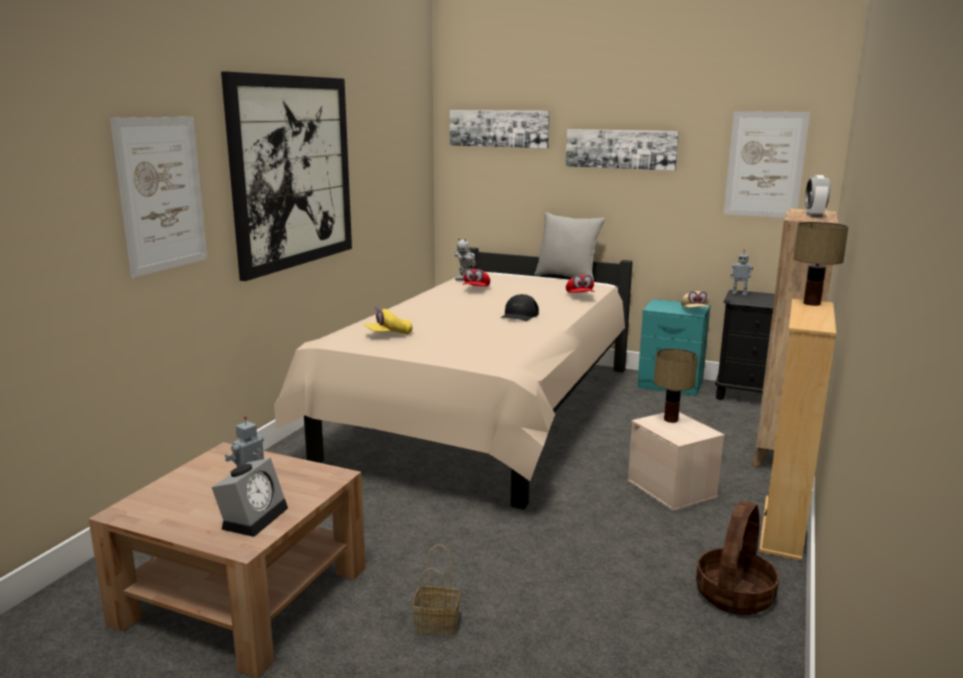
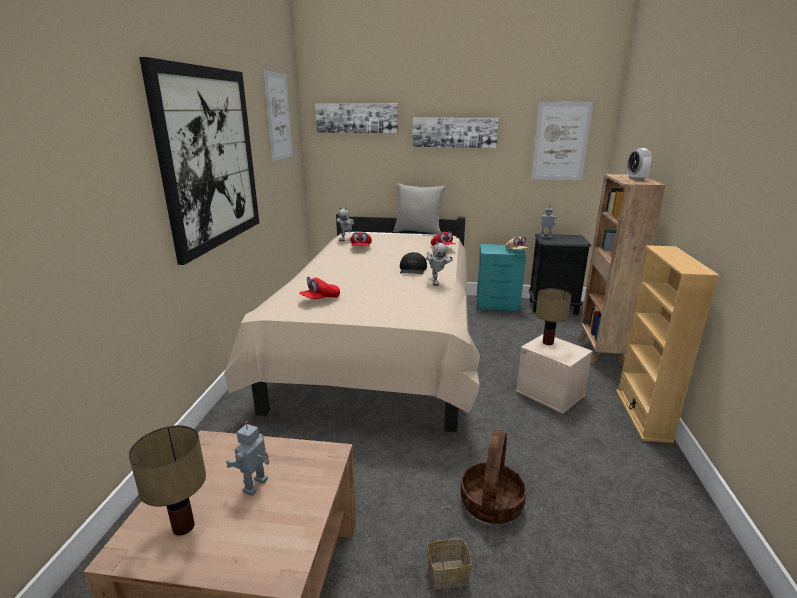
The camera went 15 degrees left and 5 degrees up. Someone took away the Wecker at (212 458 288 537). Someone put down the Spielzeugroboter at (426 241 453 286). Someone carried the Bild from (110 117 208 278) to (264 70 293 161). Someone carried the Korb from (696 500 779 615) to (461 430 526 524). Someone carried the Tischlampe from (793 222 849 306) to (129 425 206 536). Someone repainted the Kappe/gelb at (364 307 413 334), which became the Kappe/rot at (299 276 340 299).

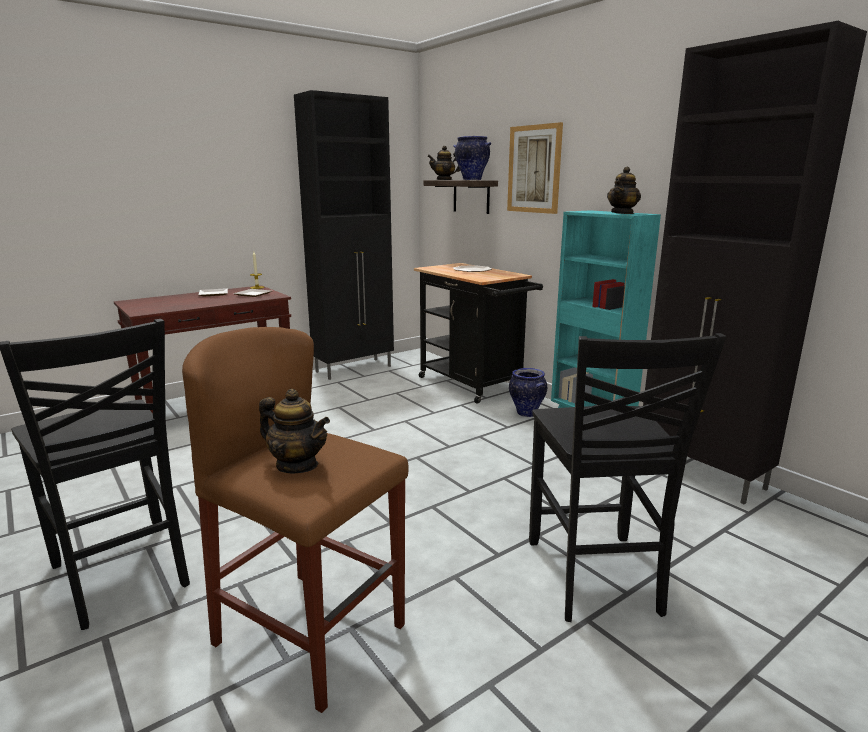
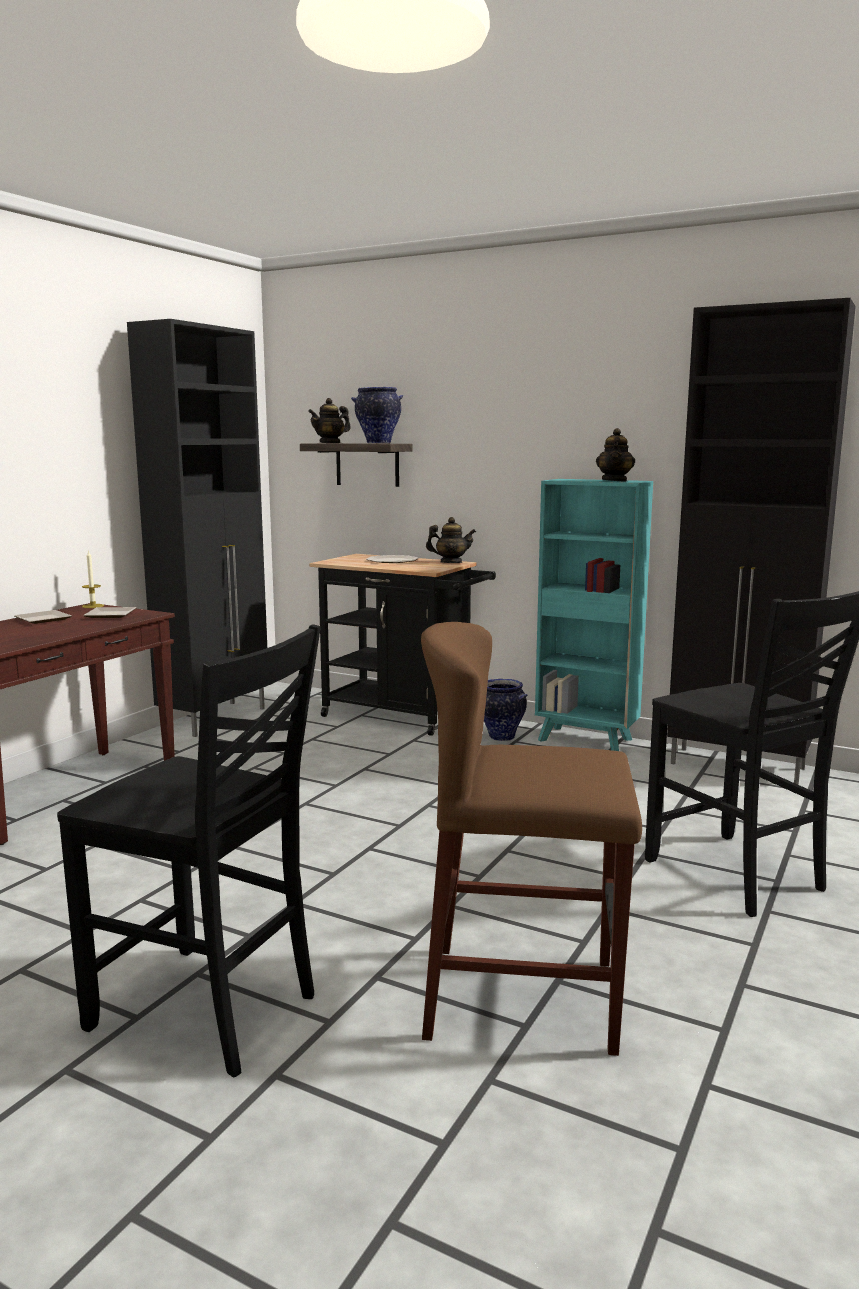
The camera went 25 degrees left and 5 degrees down. Someone took away the Bild at (507 122 563 214). Someone carried the Teekanne from (259 389 330 473) to (426 517 476 563).

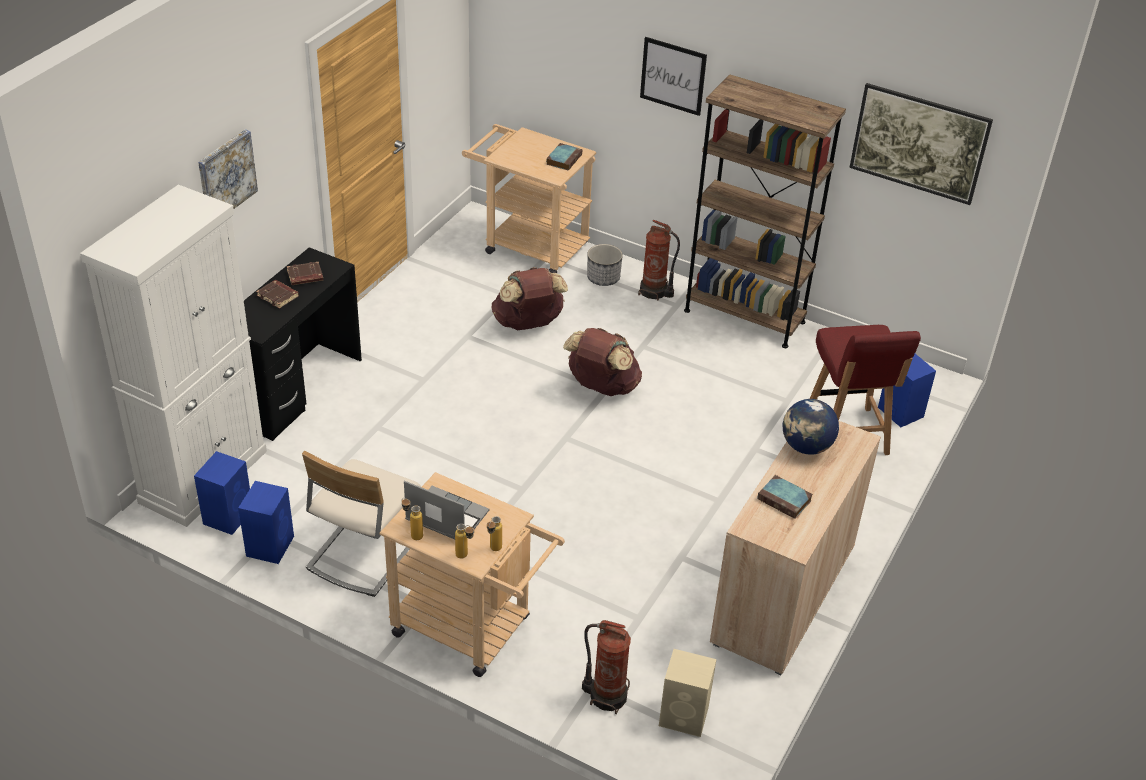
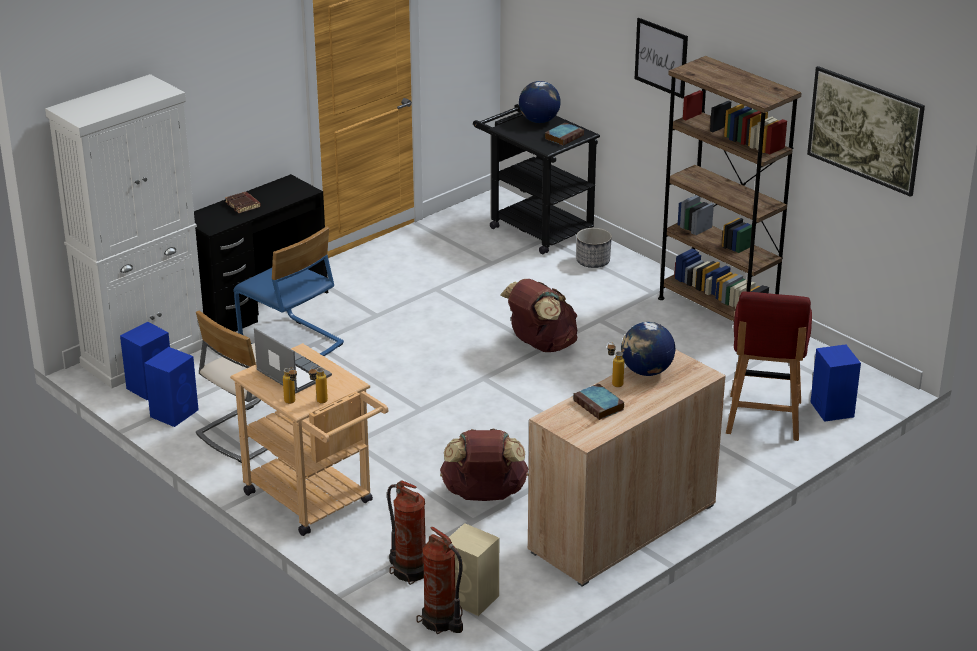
The camera went 20 degrees right and 10 degrees down. Someone took away the Bild at (198 129 258 209). Someone took away the Buch/braun at (287 262 323 285). Someone put down the Stuhl/blau at (233 226 344 356). Someone put down the Globus at (519 81 561 123). Someone carried the Flasche from (402 498 423 540) to (607 342 624 387). Someone carried the Rucksack/braun from (492 267 568 330) to (440 429 529 501). Someone carried the Feuerlöscher from (638 220 680 301) to (416 527 463 634). Someone repainted the Rollwagen/beige at (462 124 596 273), which became the Rollwagen/schwarz at (473 104 600 254).

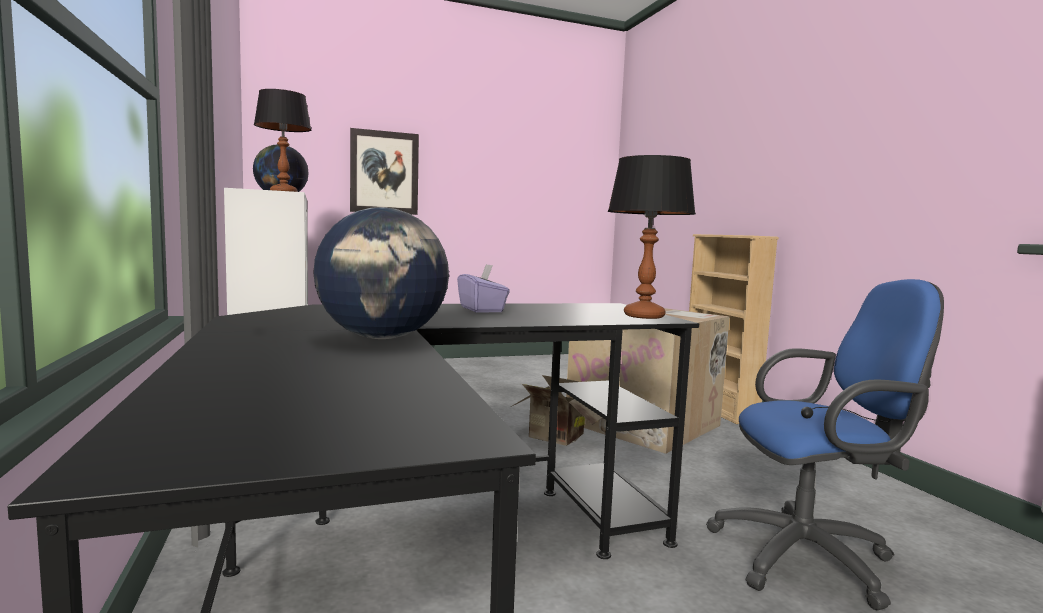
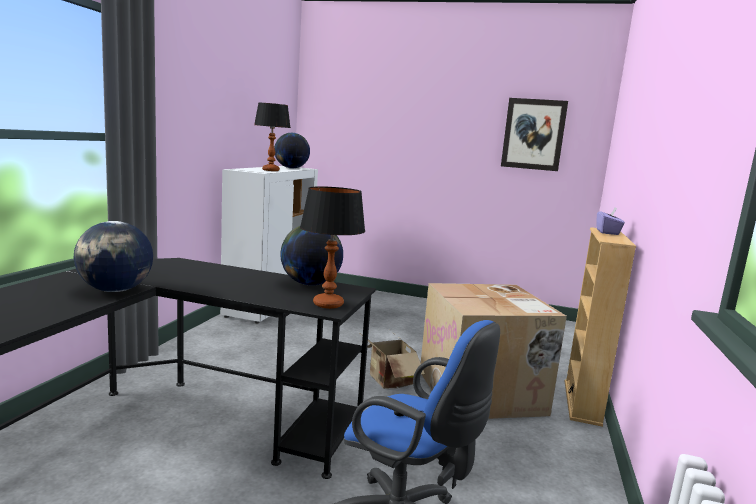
The camera went 35 degrees right and 5 degrees up. Someone put down the Globus at (280 225 343 286). Someone carried the Bild from (350 128 419 215) to (501 98 568 171). Someone carried the Taschentuchbox/lila from (457 264 510 313) to (596 207 625 235).

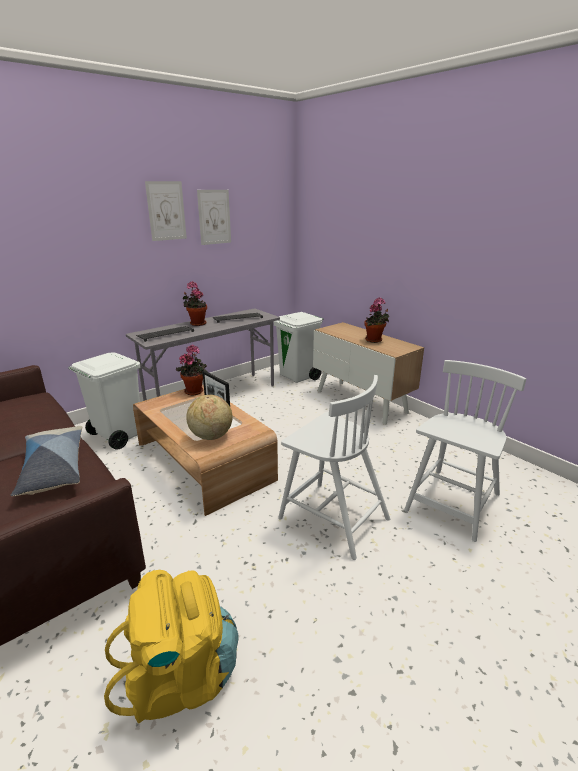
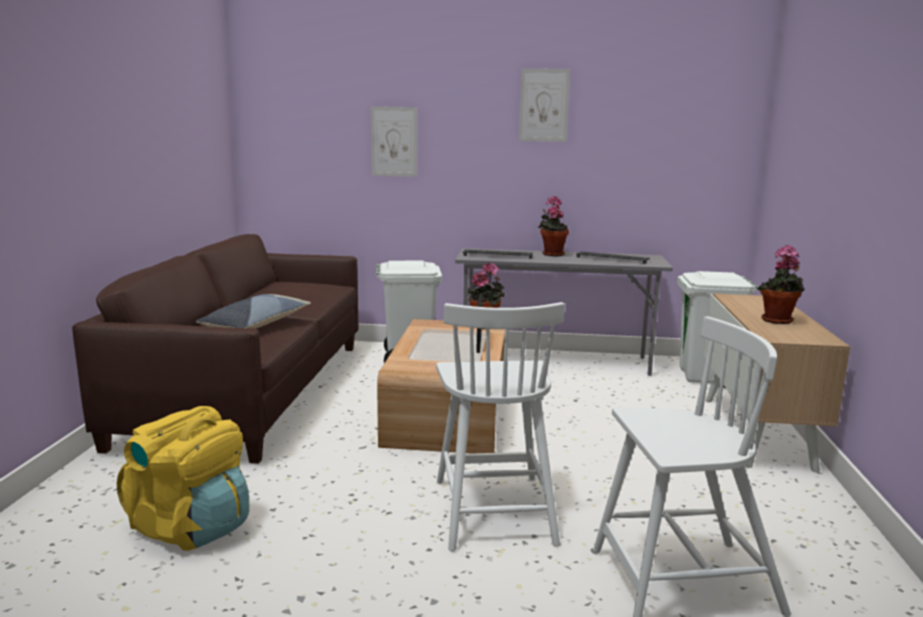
The camera went 45 degrees right and 10 degrees down. Someone took away the Globus at (186 395 233 440). Someone carried the Bild from (197 190 231 245) to (371 107 417 177).

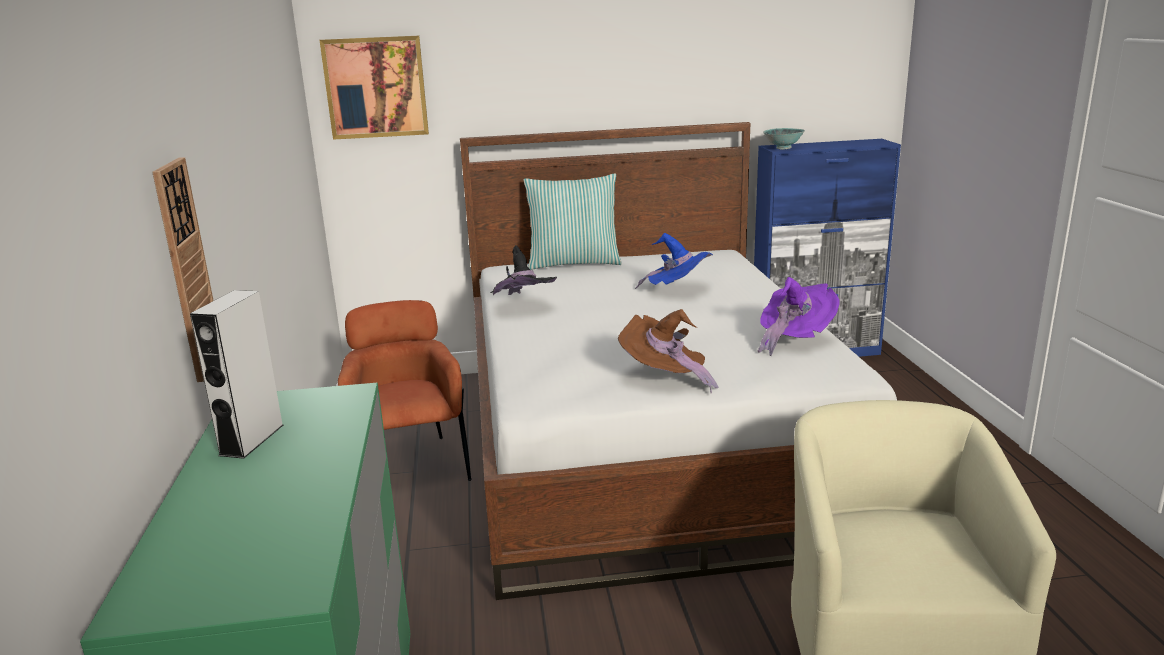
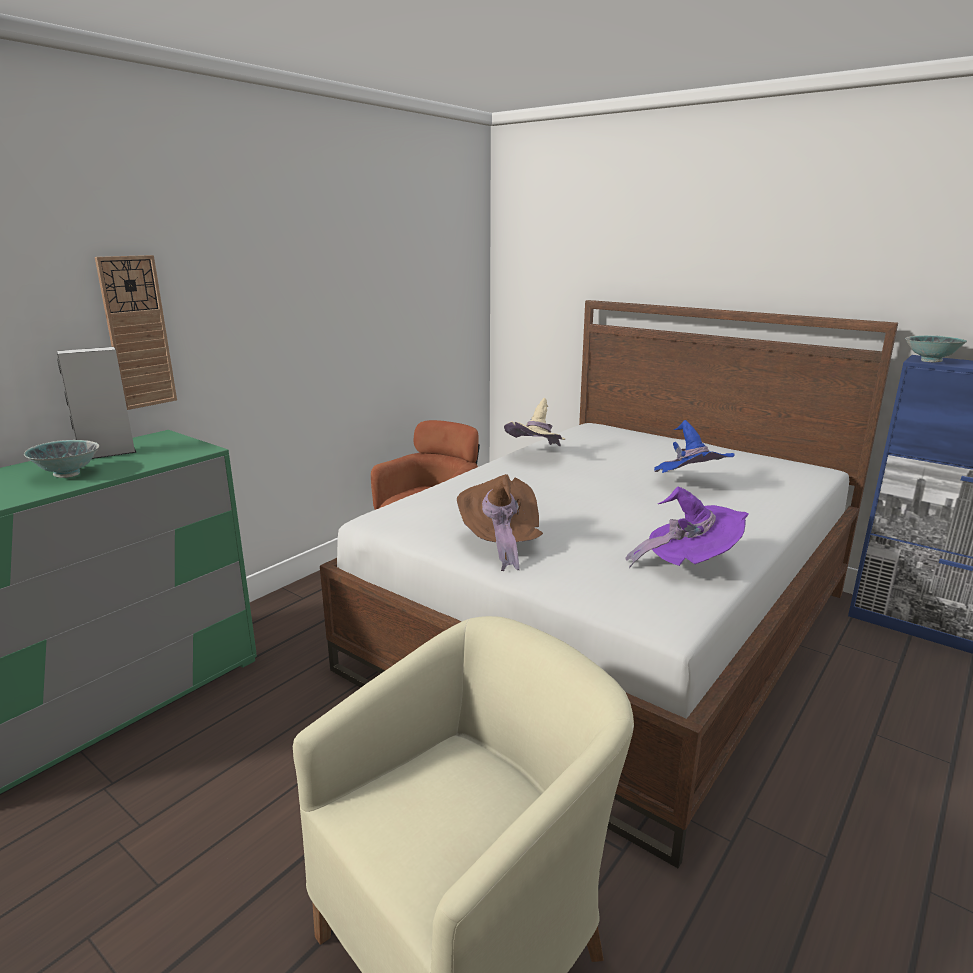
The camera went 45 degrees right and 0 degrees up. Someone took away the Bild at (320 36 429 140). Someone took away the Kissen at (524 173 622 270). Someone put down the Schüssel at (24 440 99 478). Someone repainted the Hut/schwarz at (491 245 557 295), which became the Hut/beige at (504 398 565 446).

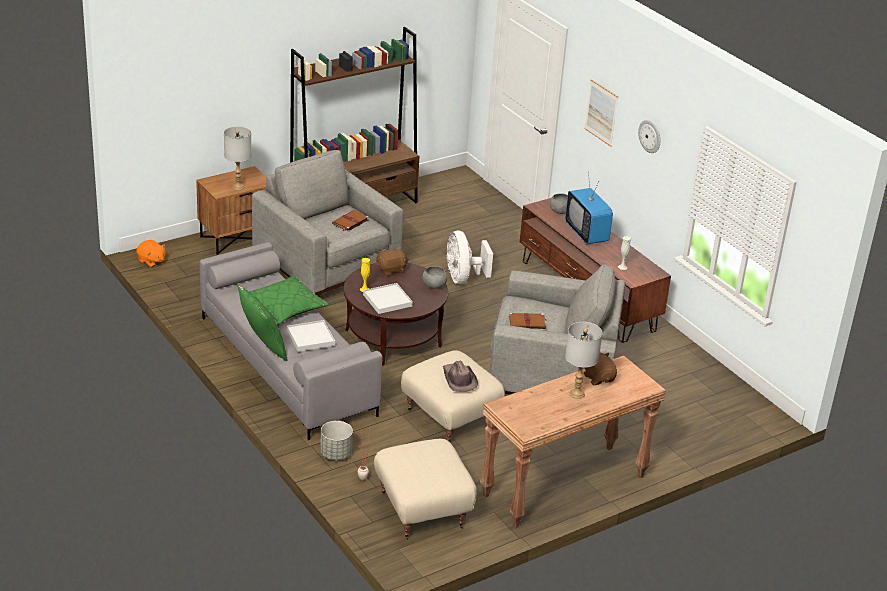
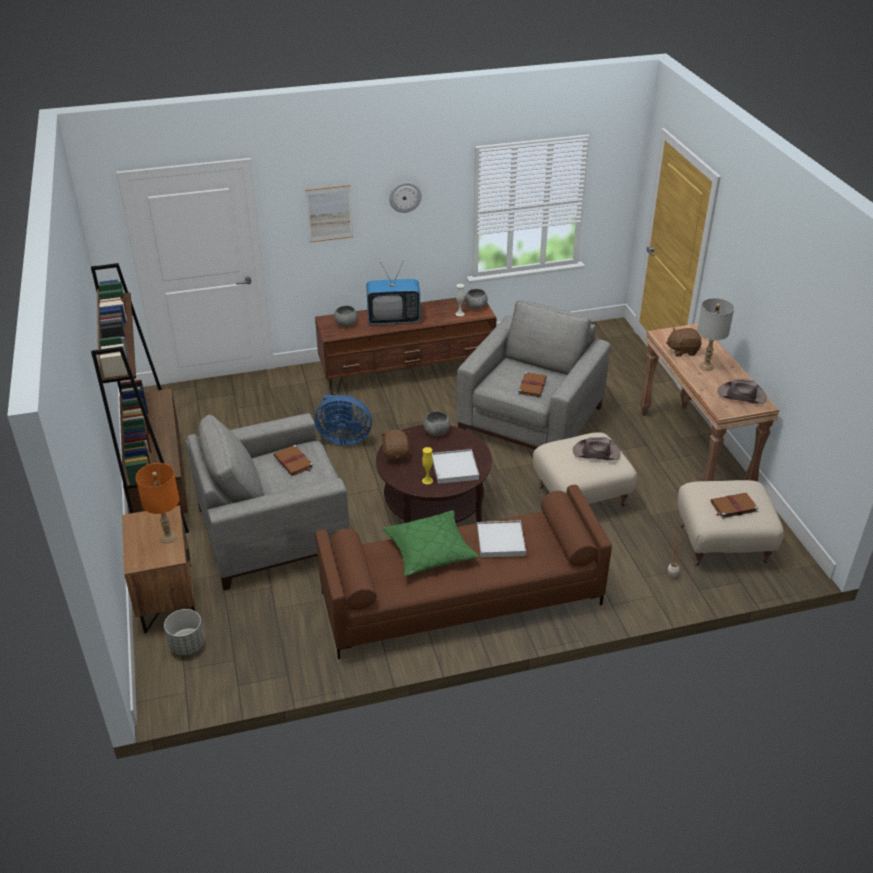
The camera went 70 degrees left and 5 degrees up. Someone took away the Plüschtier/orange at (136 240 166 267). Someone took away the Kissen/grün at (237 284 288 361). Someone put down the Schüssel/grau at (465 289 488 309). Someone put down the Buch/braun at (711 493 758 519). Someone put down the Hut/braun at (717 379 767 404). Someone carried the Pflanzkübel/grau from (320 421 353 460) to (164 609 205 656). Someone repainted the Sofa/grau at (200 242 383 440), which became the Sofa/braun at (315 485 612 659). Someone repainted the Tischlampe/grau at (224 126 251 190), which became the Tischlampe/orange at (136 463 179 543). Someone repainted the Ventilator/weiß at (446 231 493 284), which became the Ventilator/blau at (315 395 372 445).

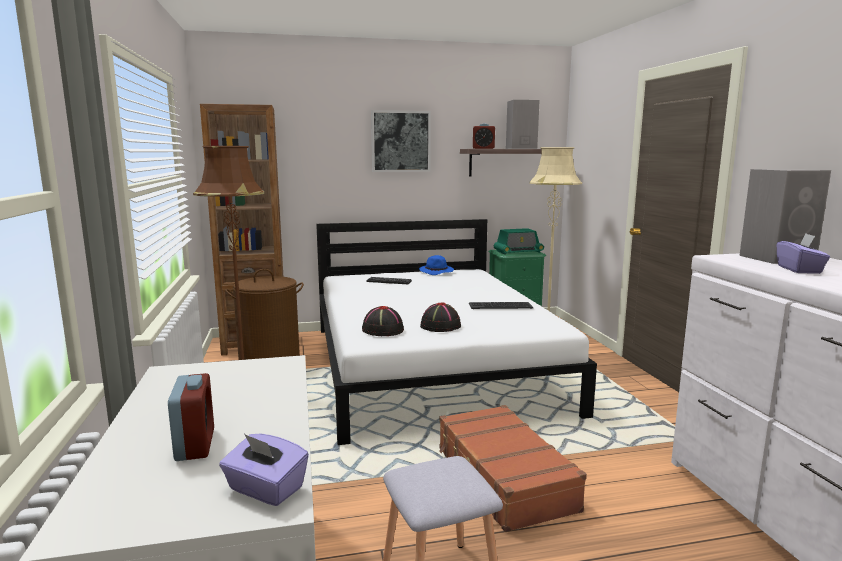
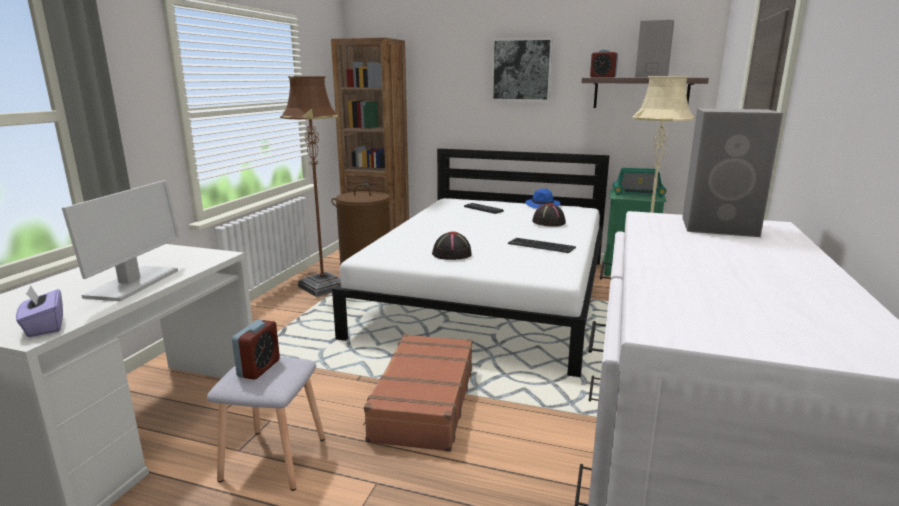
The camera went 30 degrees right and 5 degrees up. Someone took away the Taschentuchbox/lila at (777 234 830 274). Someone put down the Monitor at (62 180 180 301). Someone carried the Wecker from (168 373 214 461) to (232 319 280 380). Someone carried the Hut/schwarz from (362 306 404 336) to (532 203 566 227).

